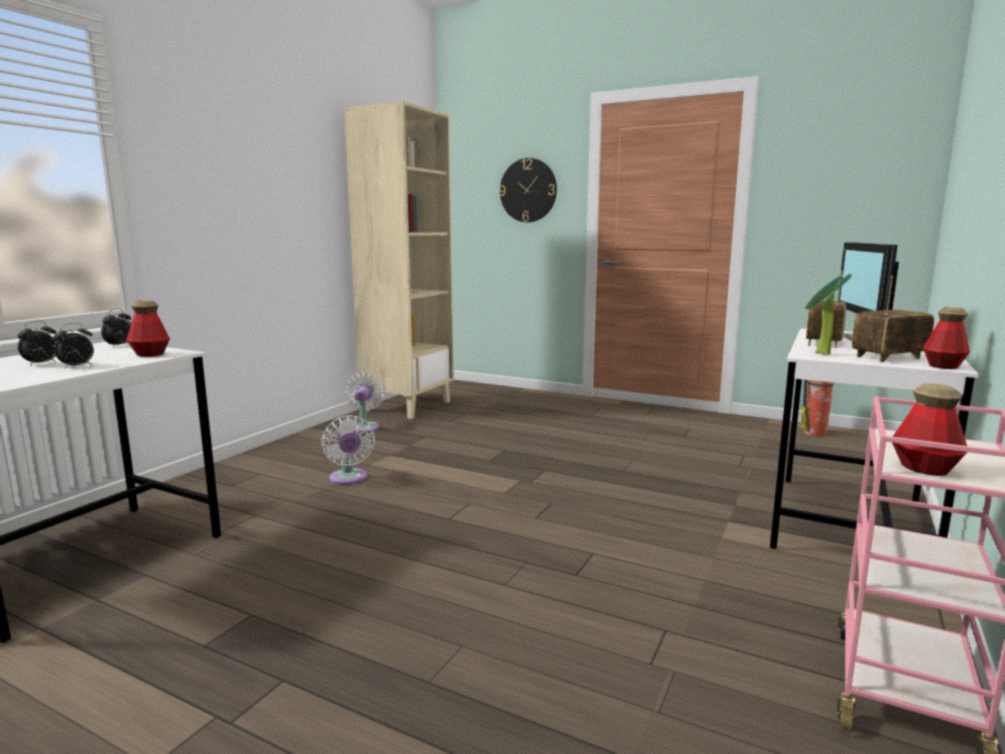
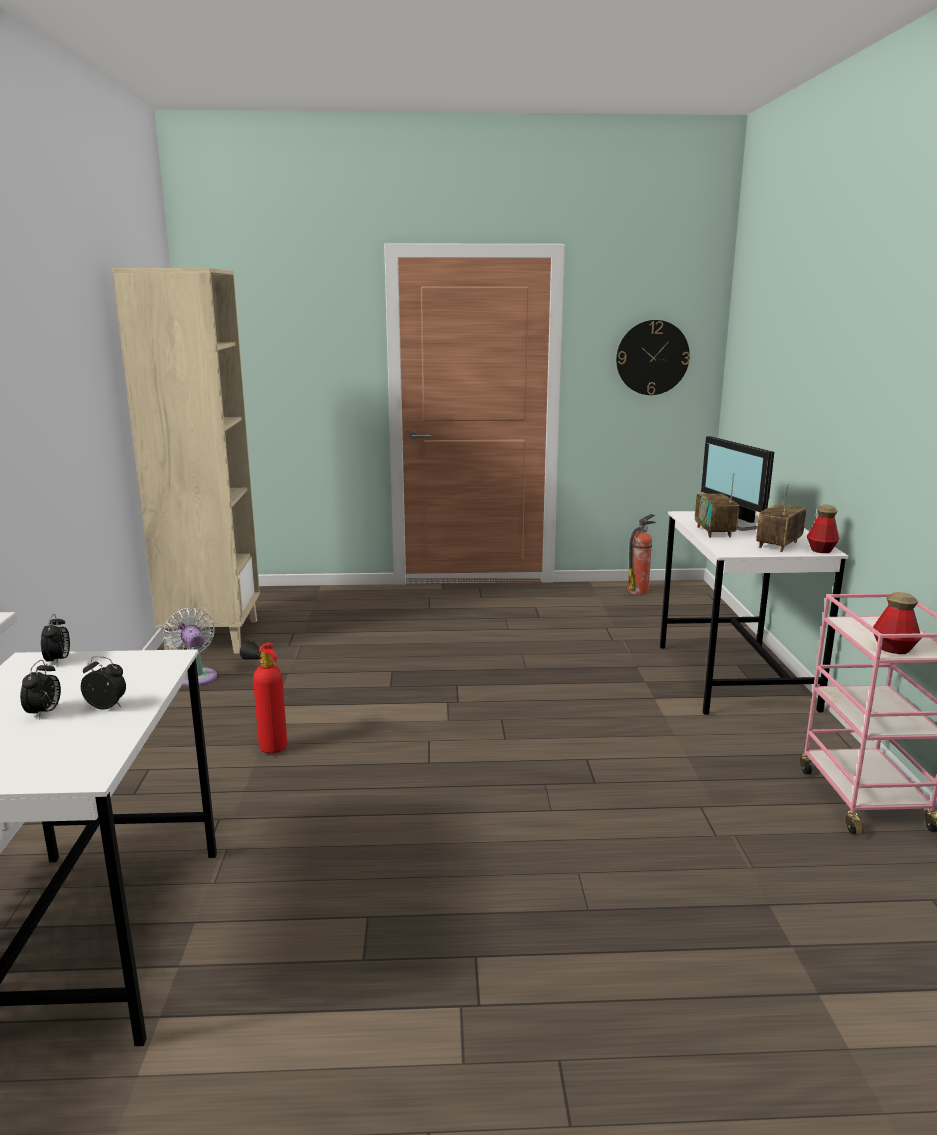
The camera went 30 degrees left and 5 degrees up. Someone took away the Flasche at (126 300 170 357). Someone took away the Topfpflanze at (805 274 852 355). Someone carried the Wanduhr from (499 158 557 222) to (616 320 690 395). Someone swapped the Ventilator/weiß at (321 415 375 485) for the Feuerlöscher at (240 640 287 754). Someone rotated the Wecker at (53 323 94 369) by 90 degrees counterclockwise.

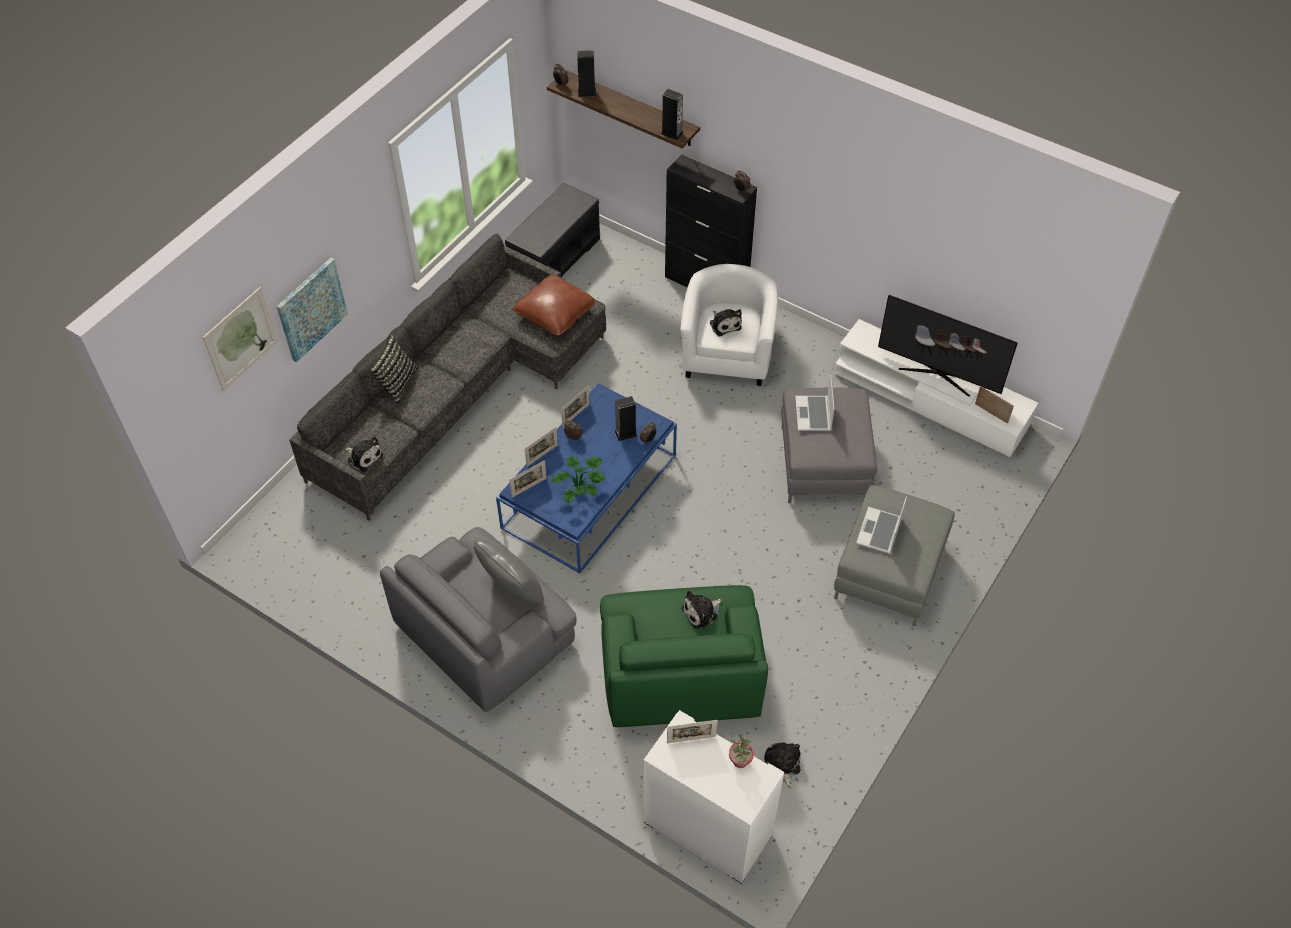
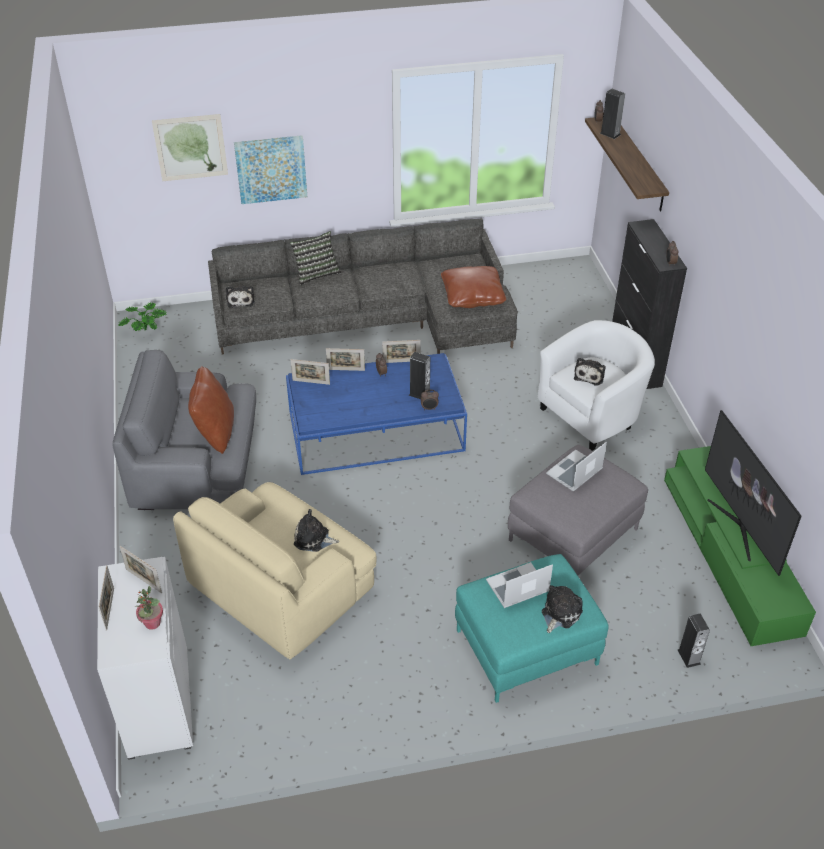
The camera went 45 degrees right and 10 degrees down. Someone took away the Bank/grau at (505 183 600 277). Someone carried the Topfpflanze from (551 455 606 504) to (118 302 167 331). Someone carried the Lautsprecher from (661 89 683 140) to (678 614 710 668). Someone carried the Plüschtier from (764 742 801 788) to (542 585 583 633). Someone carried the Bilderrahmen from (975 386 1014 424) to (99 565 114 631). Someone repainted the Kissen/grau at (474 540 544 605), which became the Kissen/braun at (188 366 234 454). Someone repainted the Sessel/grün at (600 585 768 727), which became the Sessel/beige at (173 482 377 659). Someone repainted the Fernsehschrank/weiß at (834 319 1038 457), which became the Fernsehschrank/grün at (664 446 816 646). Someone repainted the Polsterhocker/grau at (834 485 955 626), which became the Polsterhocker/türkis at (455 554 608 703).

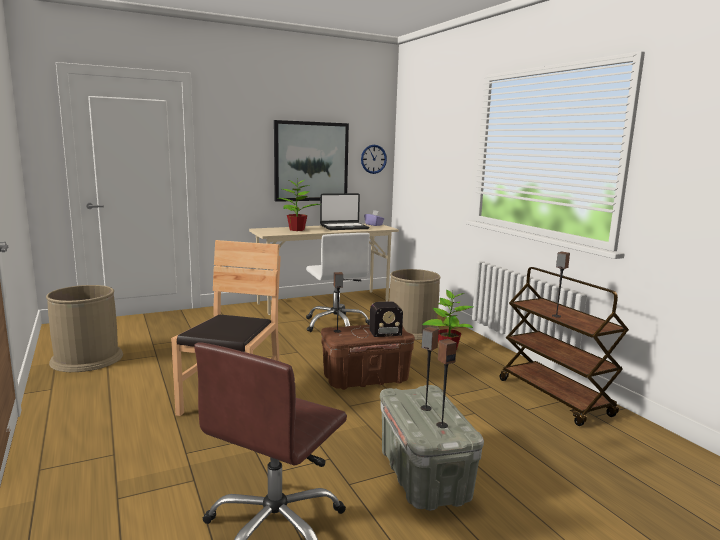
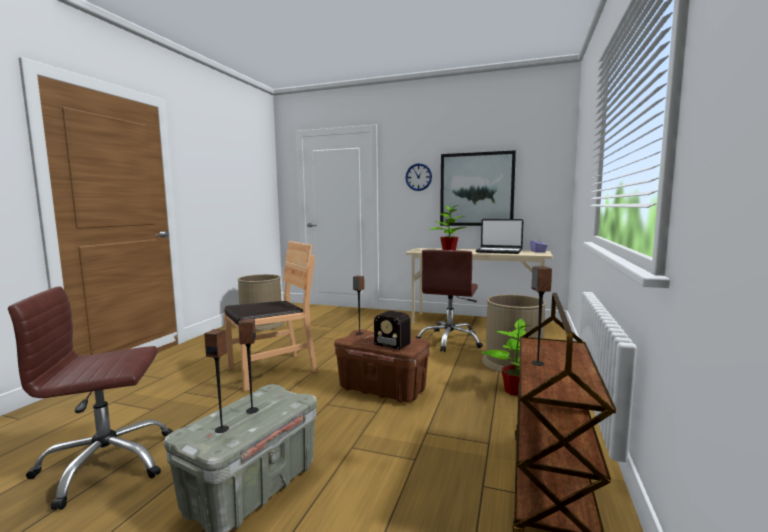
The camera went 45 degrees right and 5 degrees down. Someone carried the Wanduhr from (361 145 387 174) to (405 163 432 191). Someone repainted the Bürostuhl/weiß at (306 233 370 332), which became the Bürostuhl/braun at (415 250 483 352).

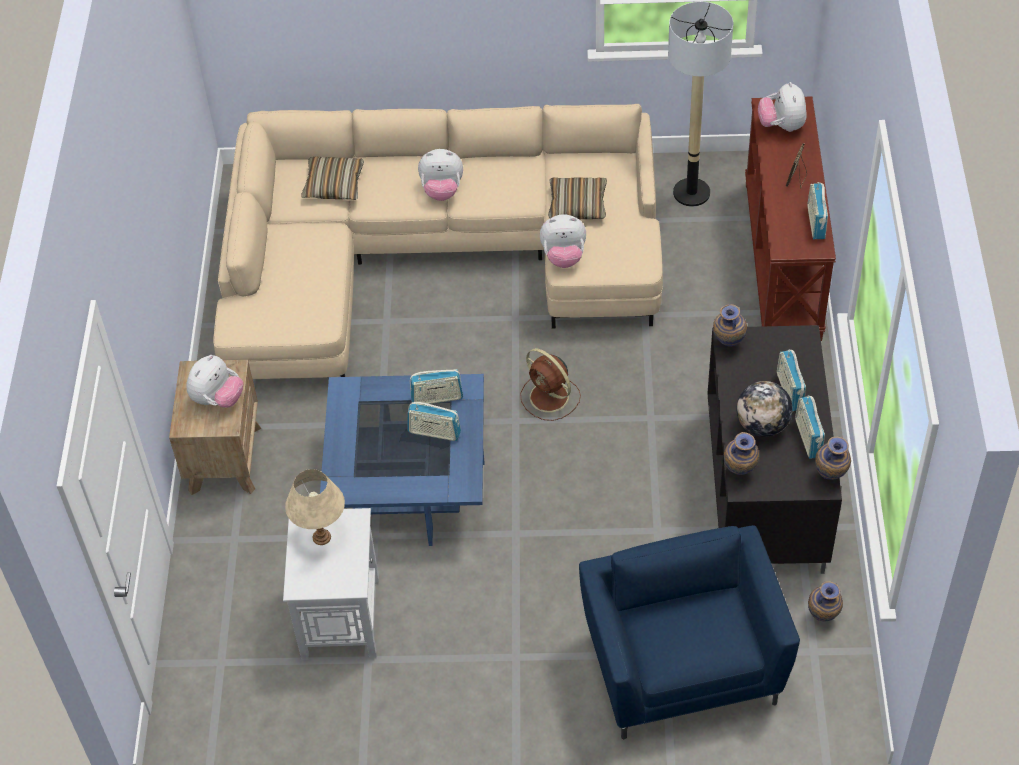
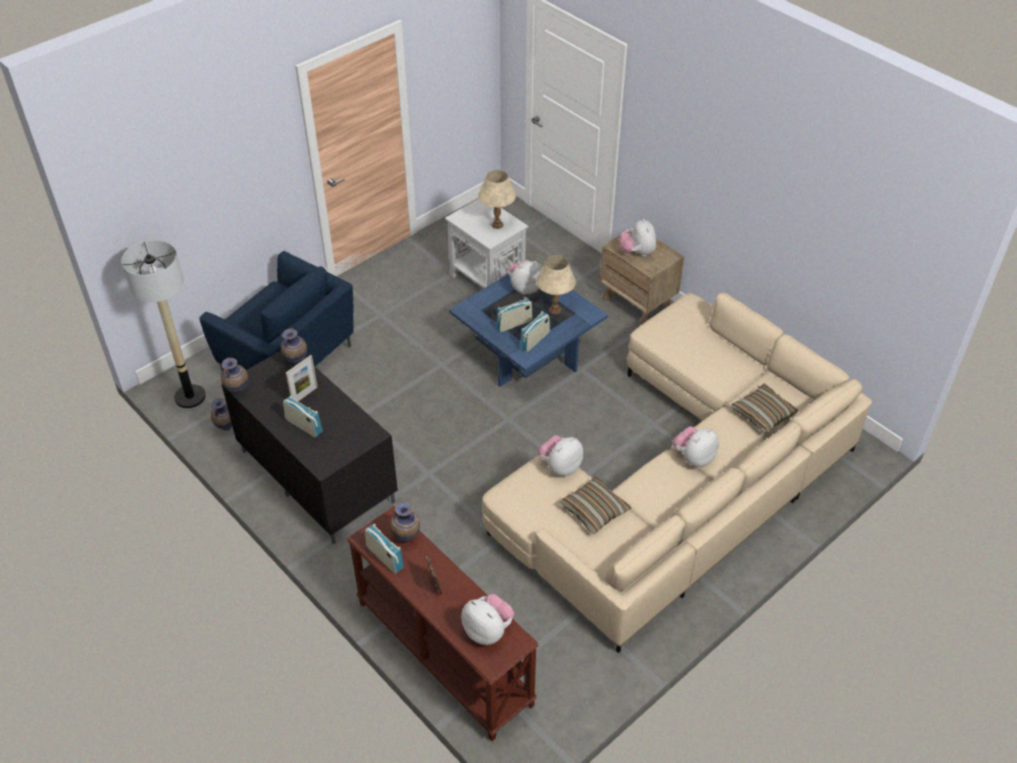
The camera went 135 degrees right and 5 degrees down. Someone took away the Ventilator/braun at (520 348 581 421). Someone took away the Radio at (795 396 825 459). Someone put down the Plüschtier at (508 260 542 294). Someone put down the Tischlampe/beige at (536 255 576 315). Someone carried the Stehlampe from (668 2 733 207) to (121 240 206 408). Someone carried the Vase from (713 304 747 346) to (390 503 420 542). Someone swapped the Globus at (737 381 793 437) for the Bilderrahmen at (286 355 318 401).

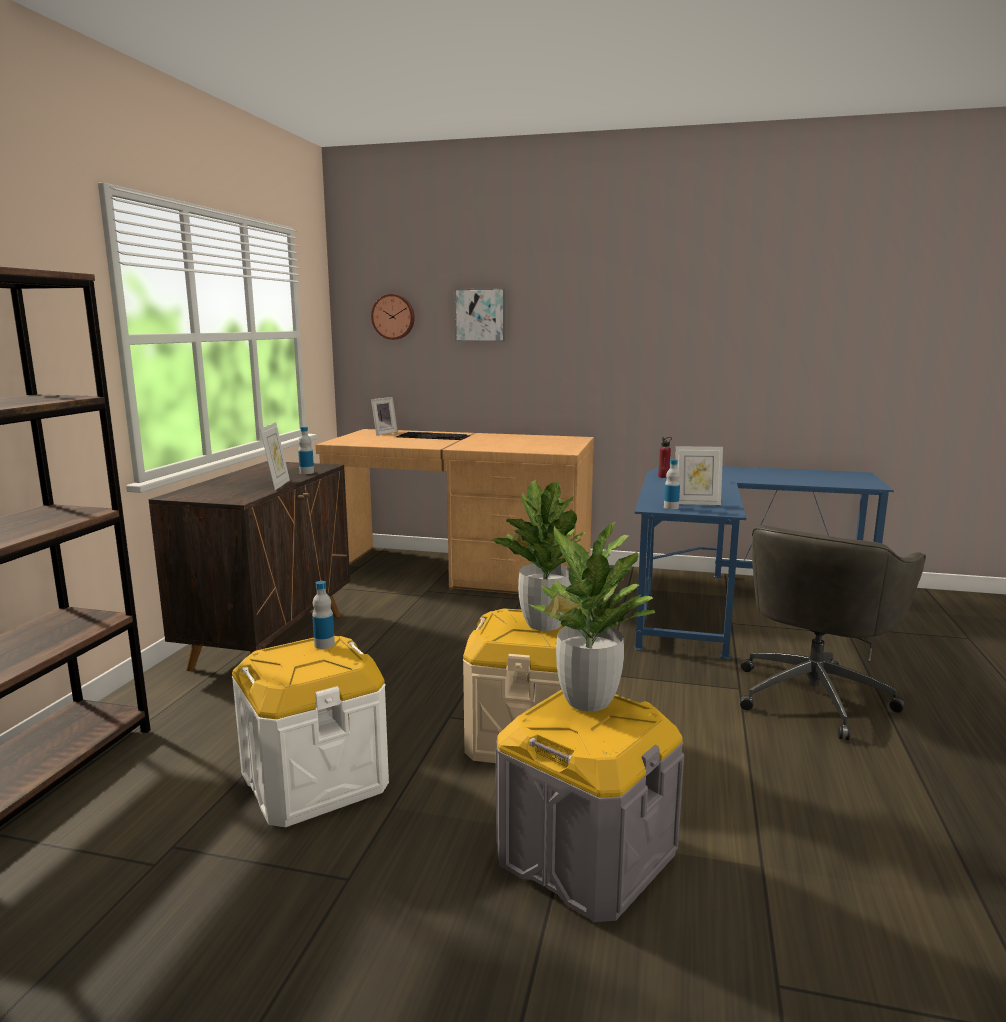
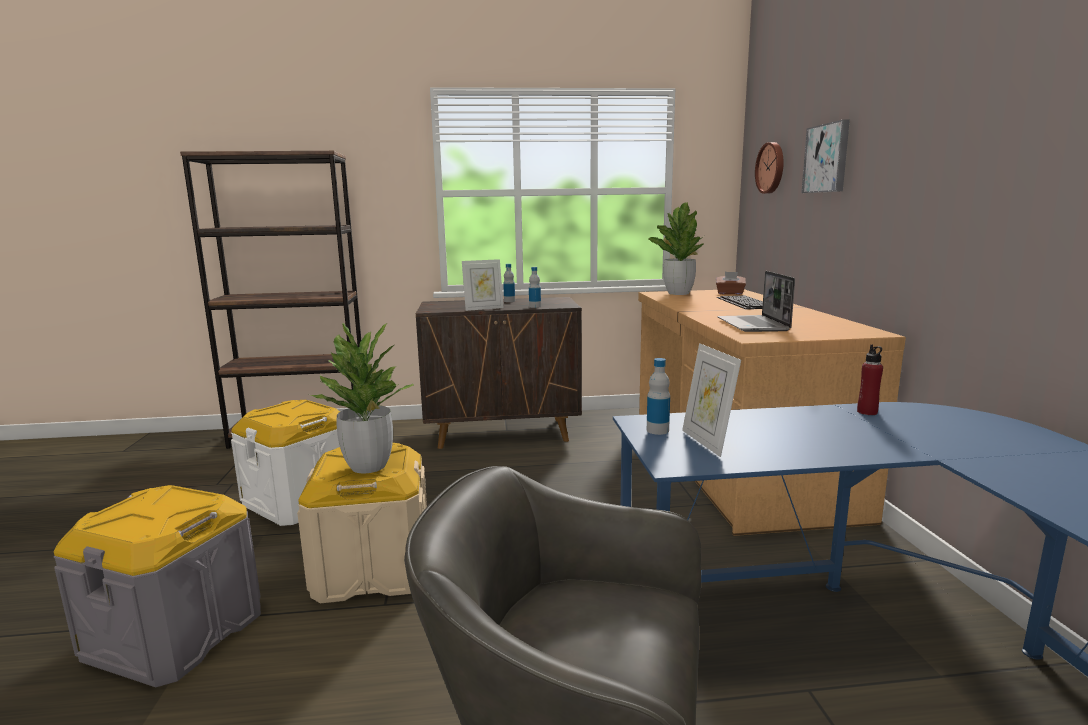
The camera went 70 degrees right and 0 degrees up. Someone put down the Laptop at (717 271 795 332). Someone carried the Flasche from (312 581 335 649) to (503 264 515 302). Someone carried the Topfpflanze from (529 522 655 712) to (648 202 704 295). Someone swapped the Bilderrahmen at (371 397 398 435) for the Taschentuchbox/braun at (716 272 746 295).

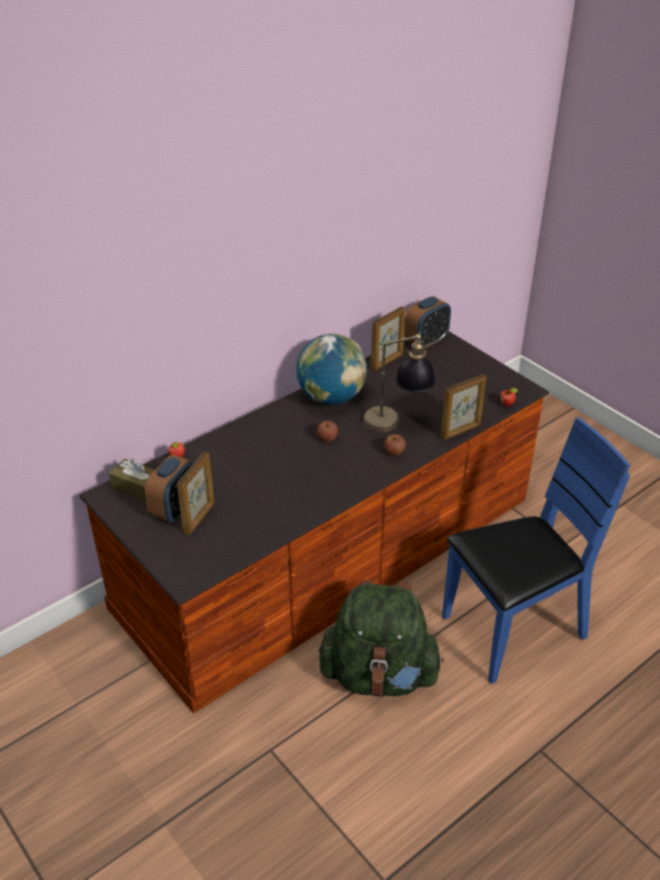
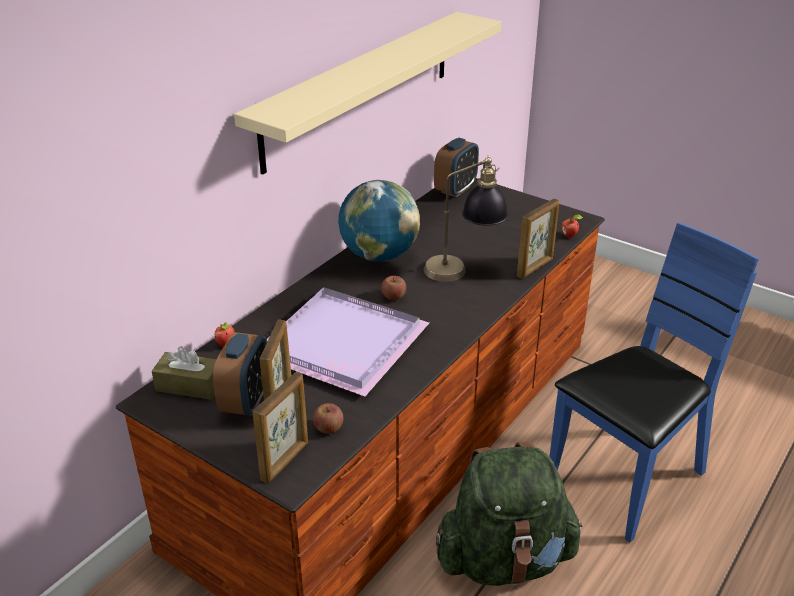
The camera went 15 degrees left and 5 degrees down. Someone put up the Wandregal/beige at (234 12 501 175). Someone put down the Tablett/lila at (267 287 429 396). Someone carried the Bilderrahmen from (371 306 405 371) to (253 372 308 483). Someone carried the Apfel from (384 434 406 456) to (313 403 343 434).

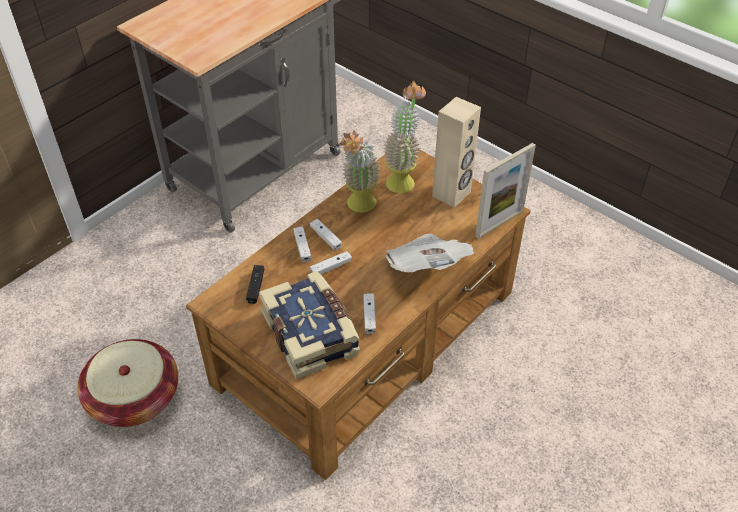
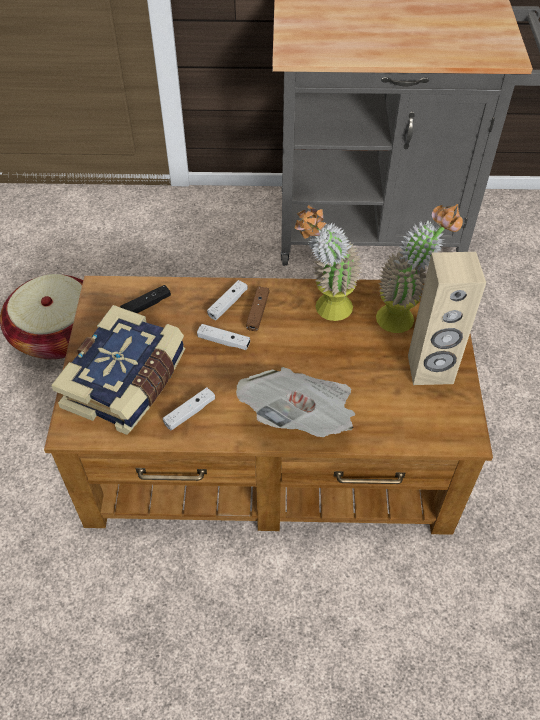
The camera went 50 degrees right and 5 degrees up. Someone took away the Bilderrahmen at (475 143 536 239). Someone repainted the Gamepad/weiß at (310 219 342 251), which became the Gamepad/braun at (246 286 269 331).

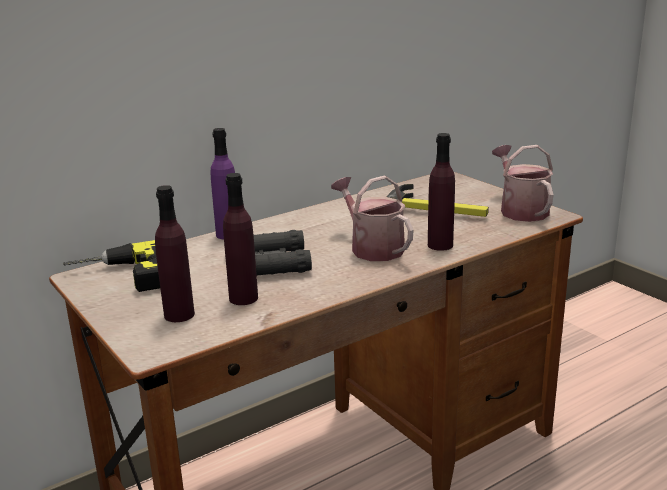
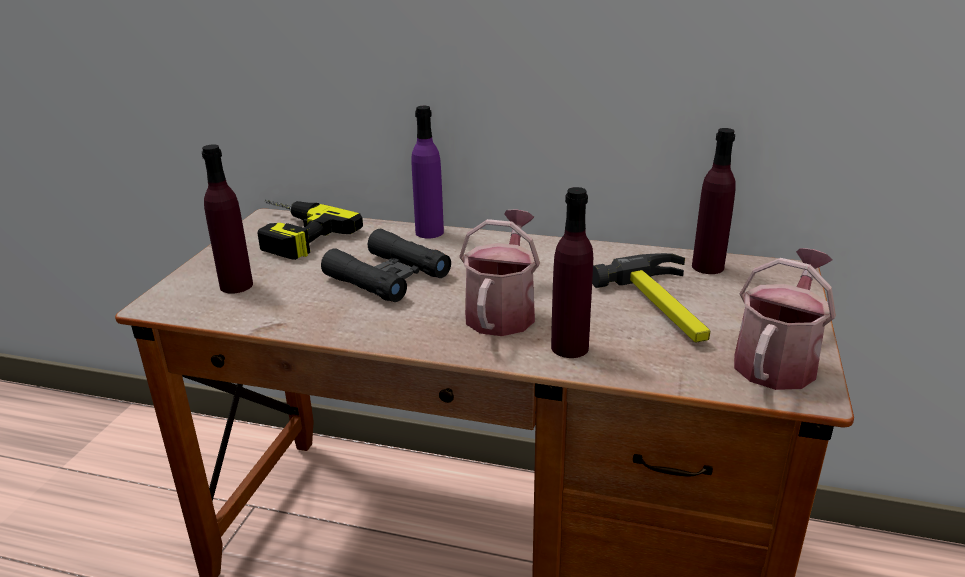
The camera went 50 degrees right and 5 degrees up. Someone carried the Flasche/lila from (223 173 258 305) to (692 128 736 274).

